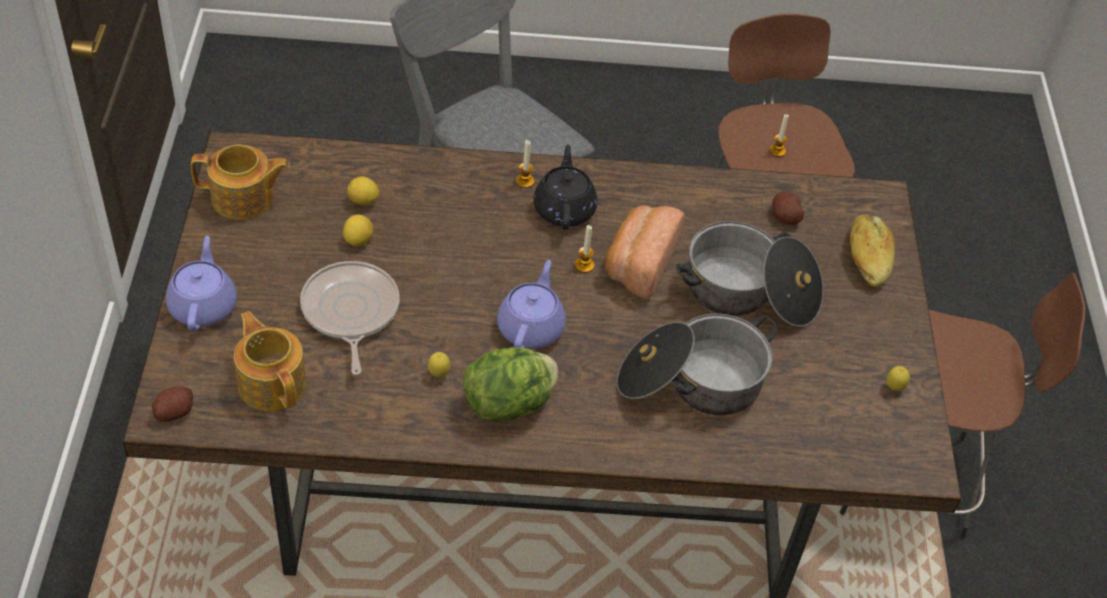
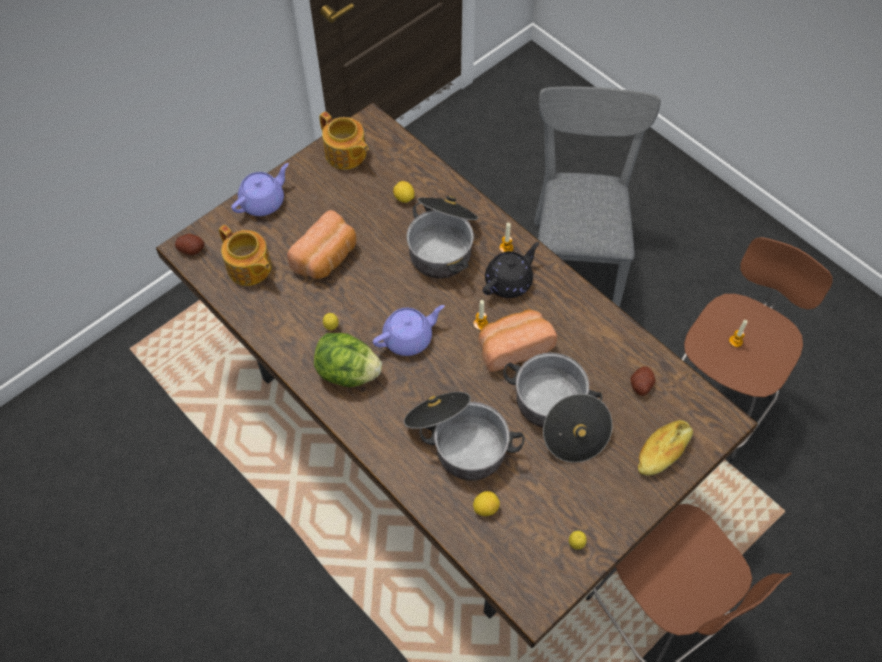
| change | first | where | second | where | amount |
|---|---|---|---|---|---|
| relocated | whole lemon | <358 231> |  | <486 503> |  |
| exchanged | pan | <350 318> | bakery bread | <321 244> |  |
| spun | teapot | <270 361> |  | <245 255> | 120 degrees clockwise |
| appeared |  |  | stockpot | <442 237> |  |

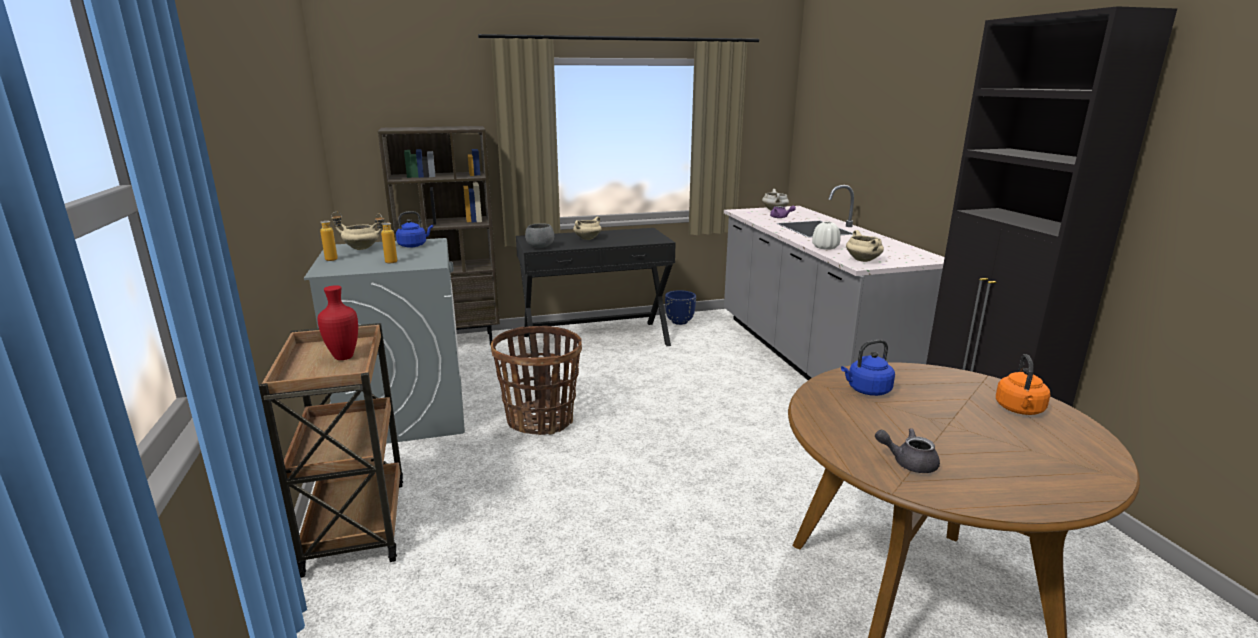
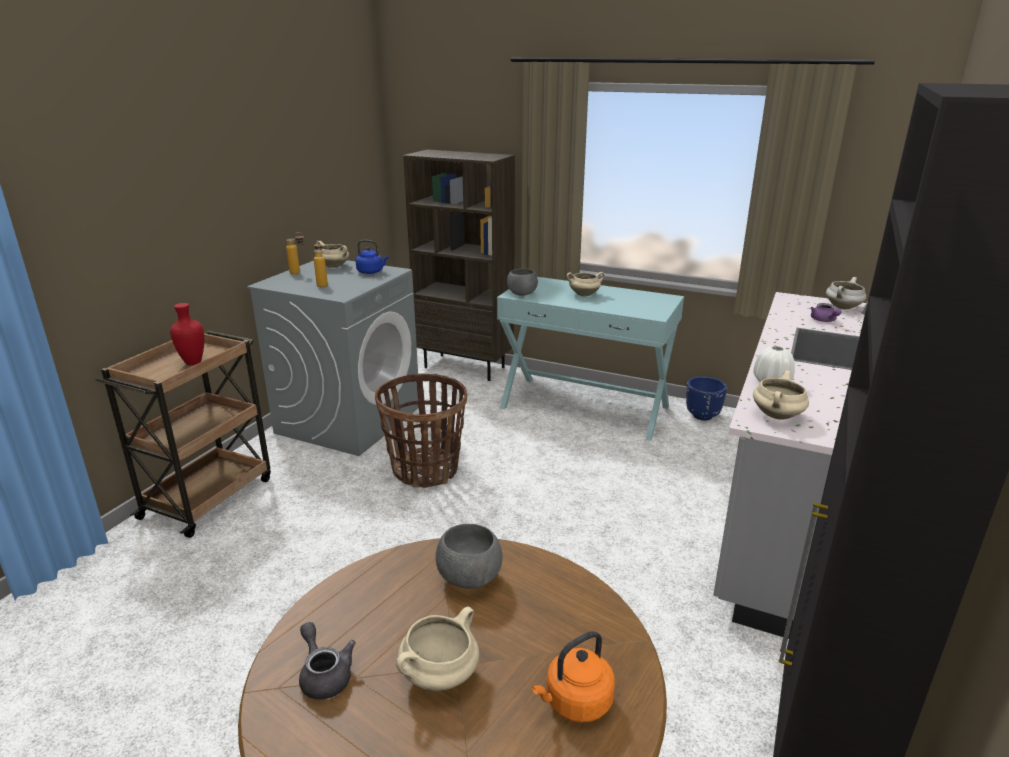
| change | first | where | second | where | amount |
|---|---|---|---|---|---|
| colour | narrow table (blackish) | <596 293> | narrow table (turquoise) | <590 359> |  |
| exchanged | water kettle (blue) | <868 368> | deep dish (grey) | <468 556> |  |
| appeared |  |  | stockpot (sand-coloured) | <437 648> |  |

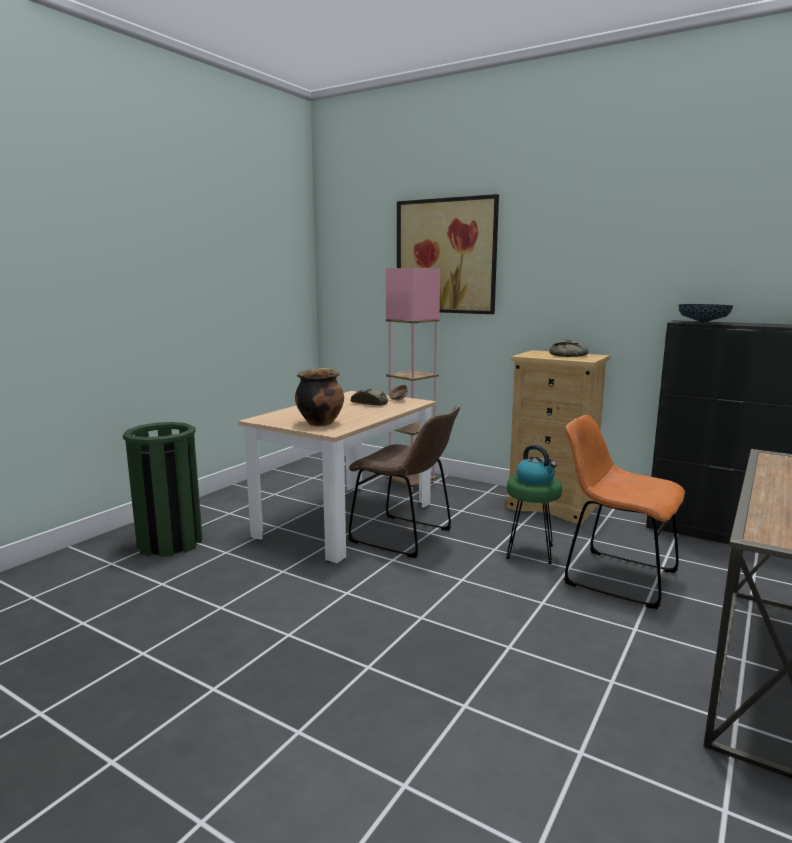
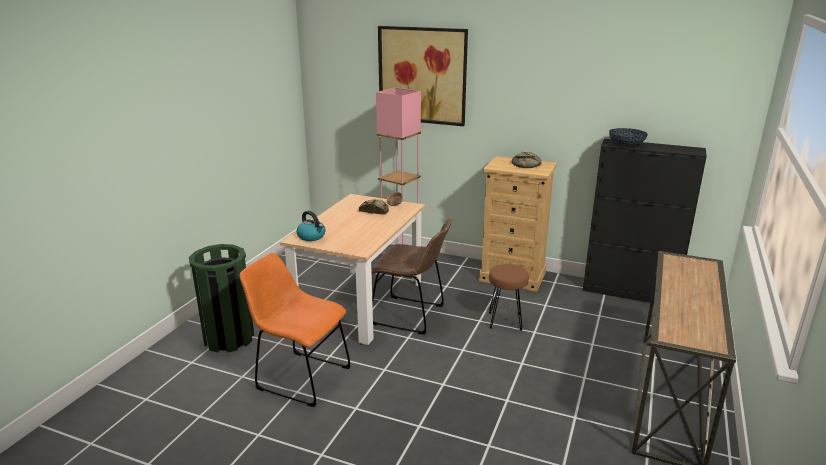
| change | first | where | second | where | amount |
|---|---|---|---|---|---|
| missing | stockpot | <319 397> |  |  |  |
| relocated | upright chair (orange) | <624 511> |  | <294 330> |  |
| relocated | water kettle | <536 465> |  | <311 226> |  |
| colour | stool seat (green) | <534 519> | stool seat (brownish) | <509 297> |  |

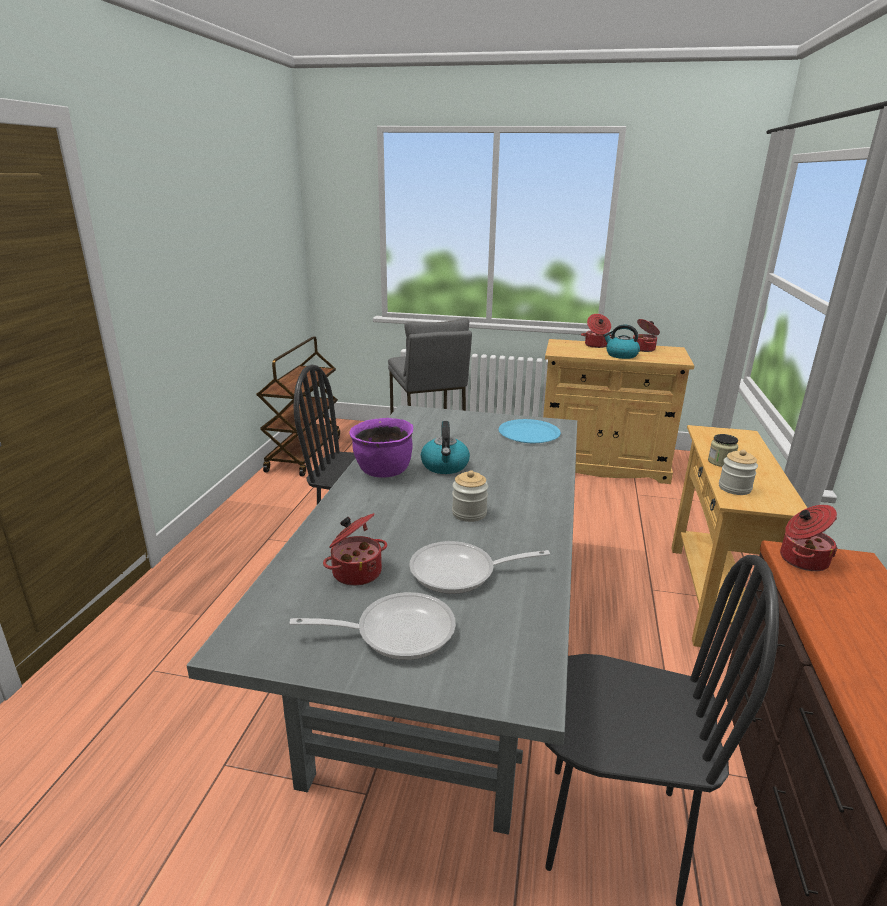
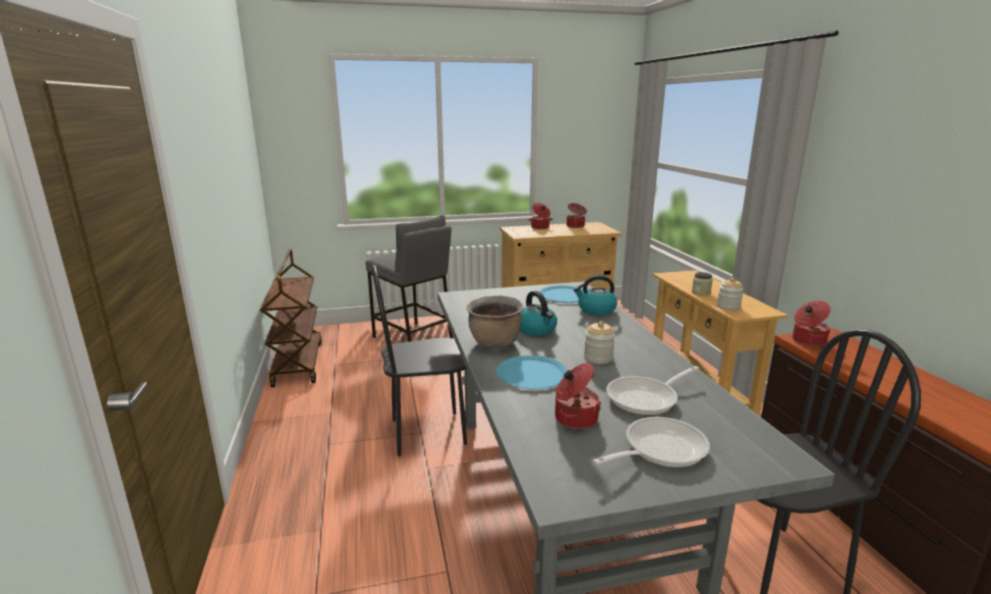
| change | first | where | second | where | amount |
|---|---|---|---|---|---|
| relocated | water kettle | <621 342> |  | <595 295> |  |
| colour | stockpot (purple-coloured) | <381 447> | stockpot (brownish) | <495 322> |  |
| appeared |  |  | flat dish (blue) | <531 372> |  |

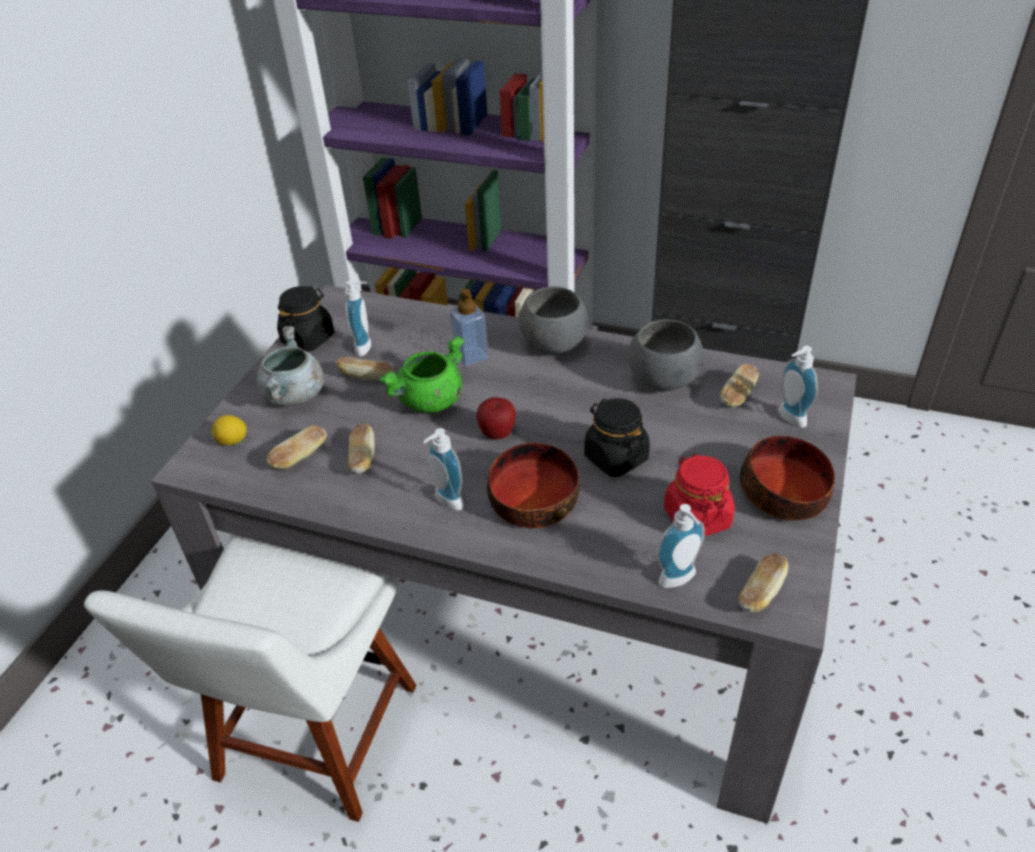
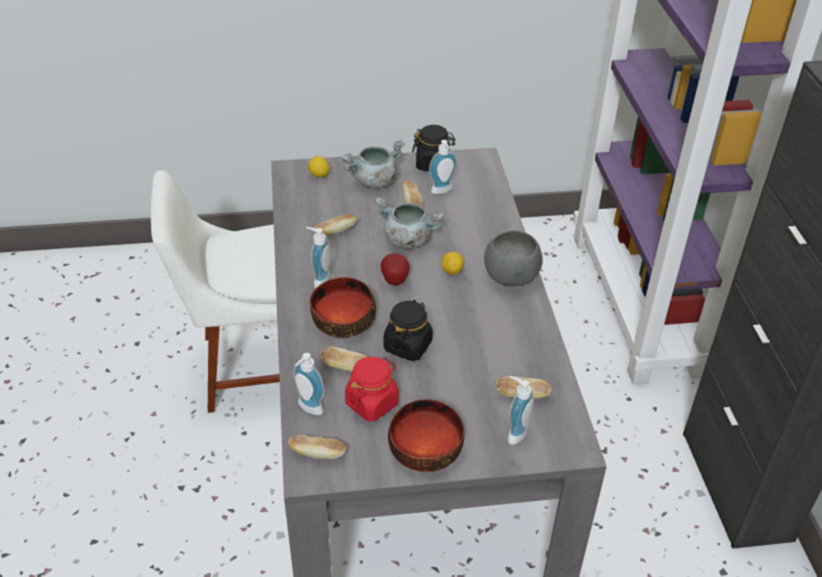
| change | first | where | second | where | amount |
|---|---|---|---|---|---|
| missing | liquid soap bottle | <469 327> |  |  |  |
| missing | deep dish (grey) | <666 355> |  |  |  |
| colour | stockpot (green) | <421 374> | stockpot (grey) | <409 223> |  |
| relocated | bakery bread | <297 447> |  | <344 359> |  |
| appeared |  |  | whole lemon | <452 263> |  |

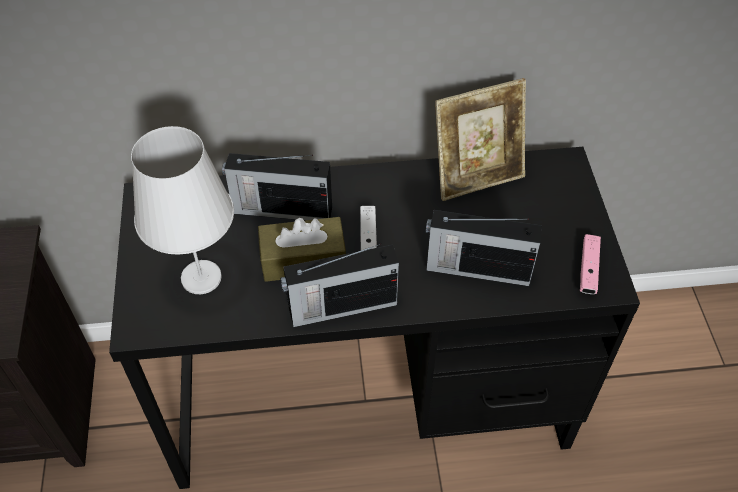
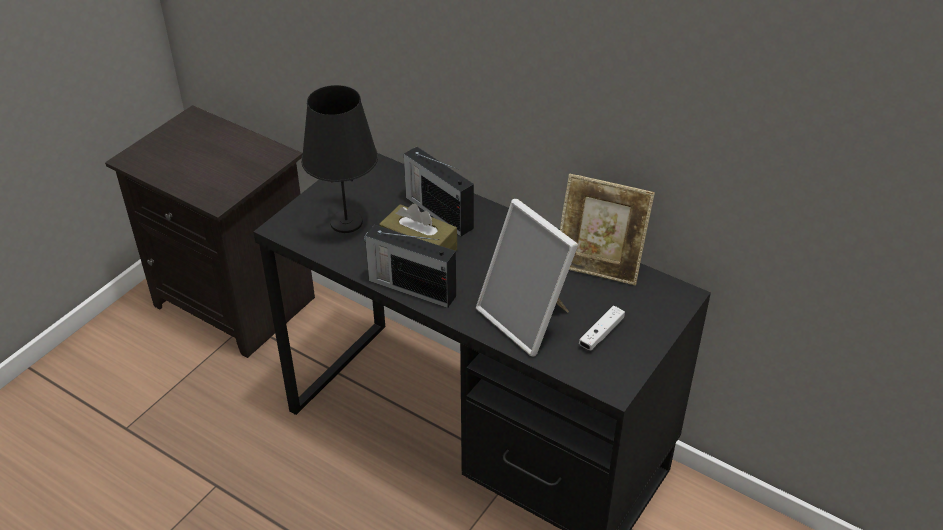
| change | first | where | second | where | amount |
|---|---|---|---|---|---|
| colour | tabletop lamp (white) | <182 210> | tabletop lamp (blackish) | <339 159> |  |
| relocated | gamepad (white) | <368 228> |  | <602 328> |  |
| exchanged | radio set | <484 248> | picture frame | <527 277> |  |
| missing | gamepad (pink) | <590 264> |  |  |  |

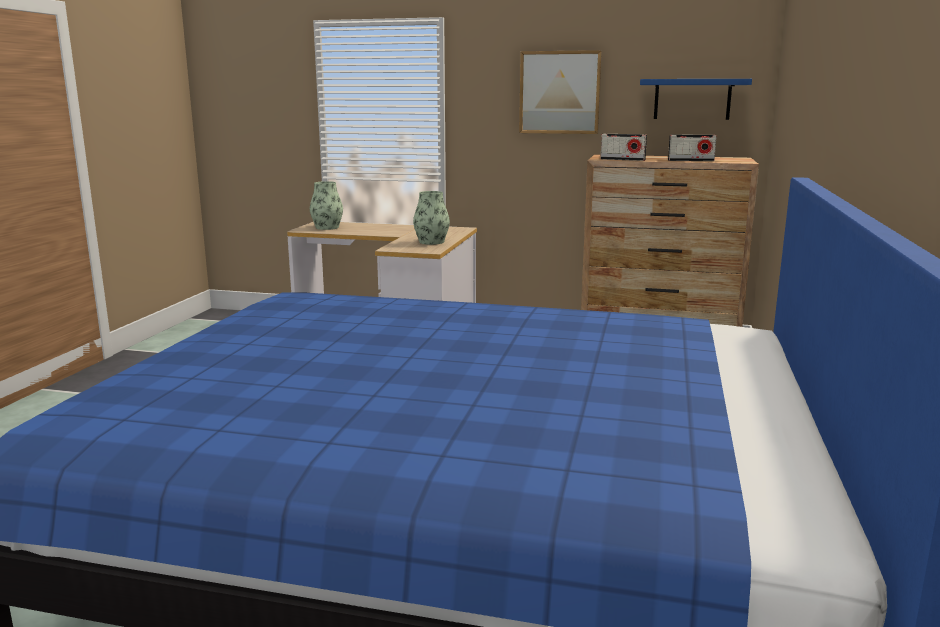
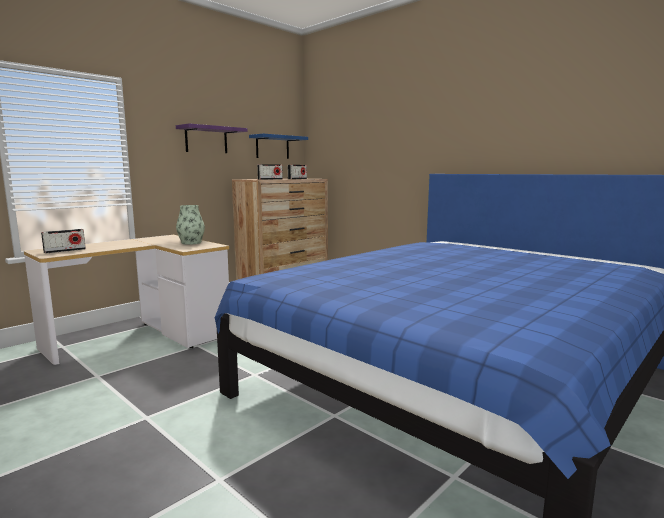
| change | first | where | second | where | amount |
|---|---|---|---|---|---|
| exchanged | wall art | <560 92> | wall shelf (purple-coloured) | <212 138> |  |
| exchanged | vase | <326 205> | radio set | <63 241> |  |

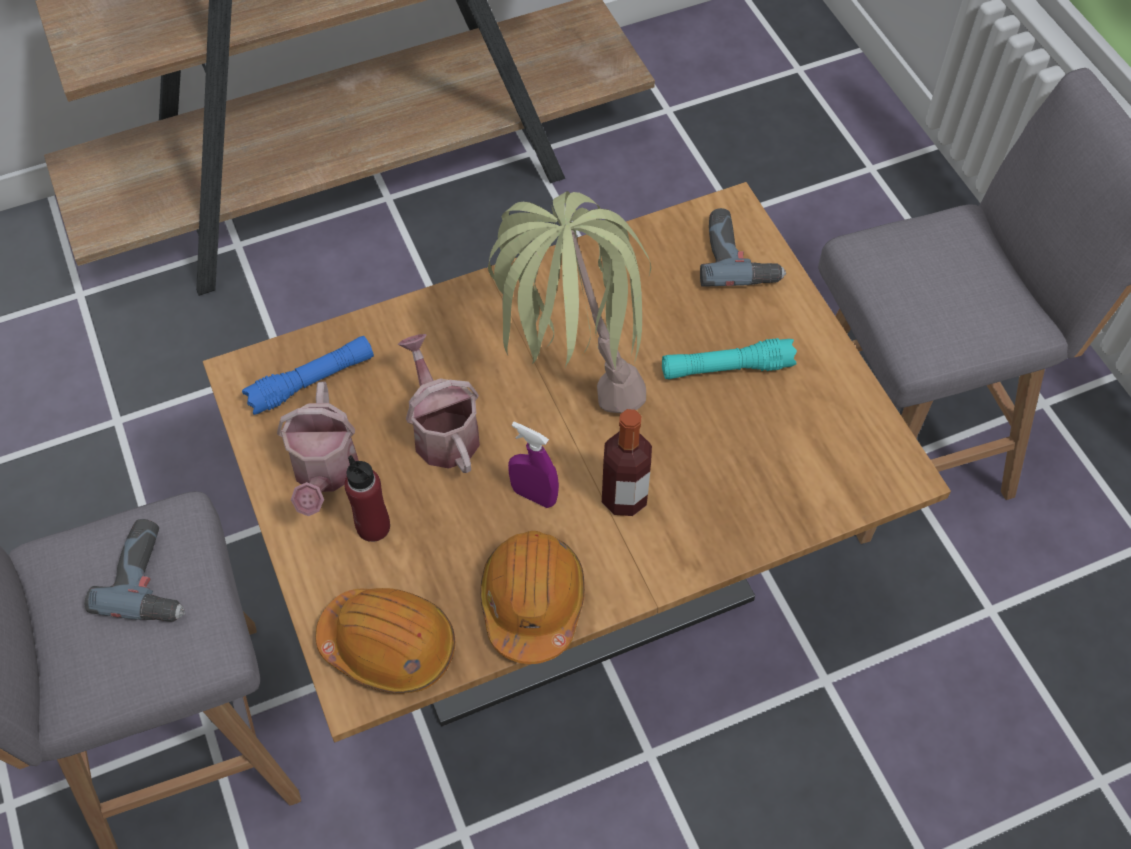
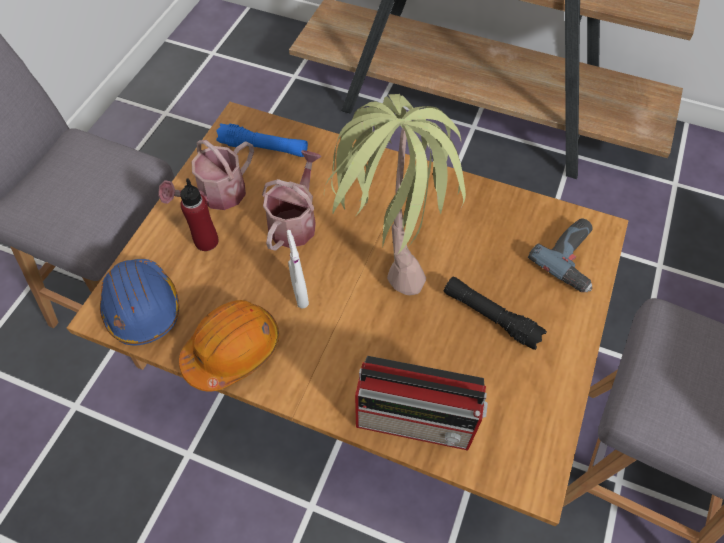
| change | first | where | second | where | amount |
|---|---|---|---|---|---|
| colour | flashlight (turquoise) | <729 358> | flashlight (blackish) | <495 313> |  |
| missing | drink bottle | <627 462> |  |  |  |
| colour | sprayer (purple-coloured) | <533 465> | sprayer (white) | <298 269> |  |
| missing | power drill | <135 570> |  |  |  |
| colour | hard hat (orange) | <385 641> | hard hat (blue) | <139 302> |  |
| appeared |  |  | radio set | <421 403> |  |

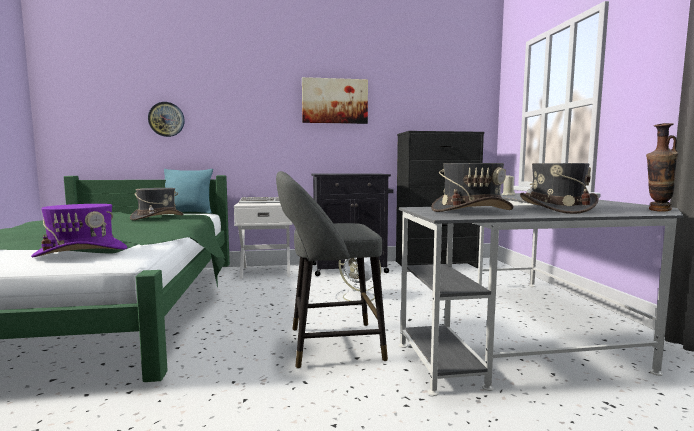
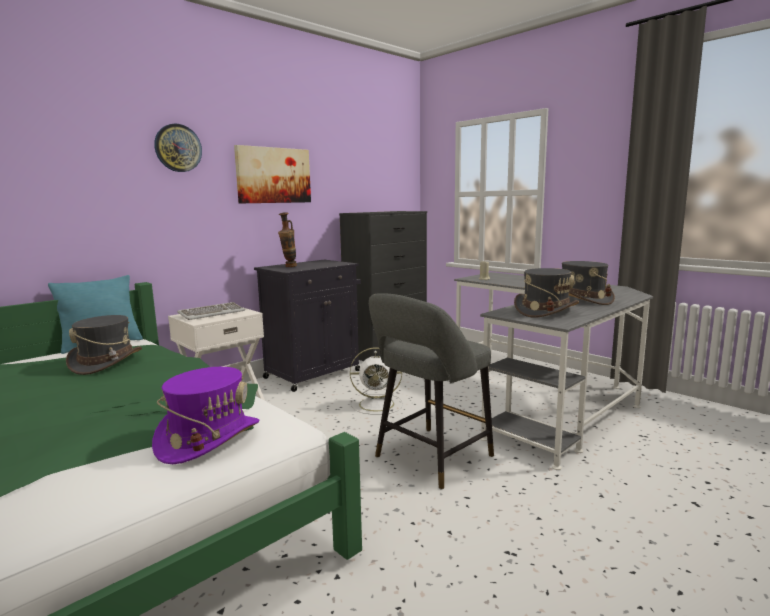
| change | first | where | second | where | amount |
|---|---|---|---|---|---|
| relocated | clock on the wall | <166 119> |  | <178 148> |  |
| relocated | vase | <662 167> |  | <287 239> |  |

